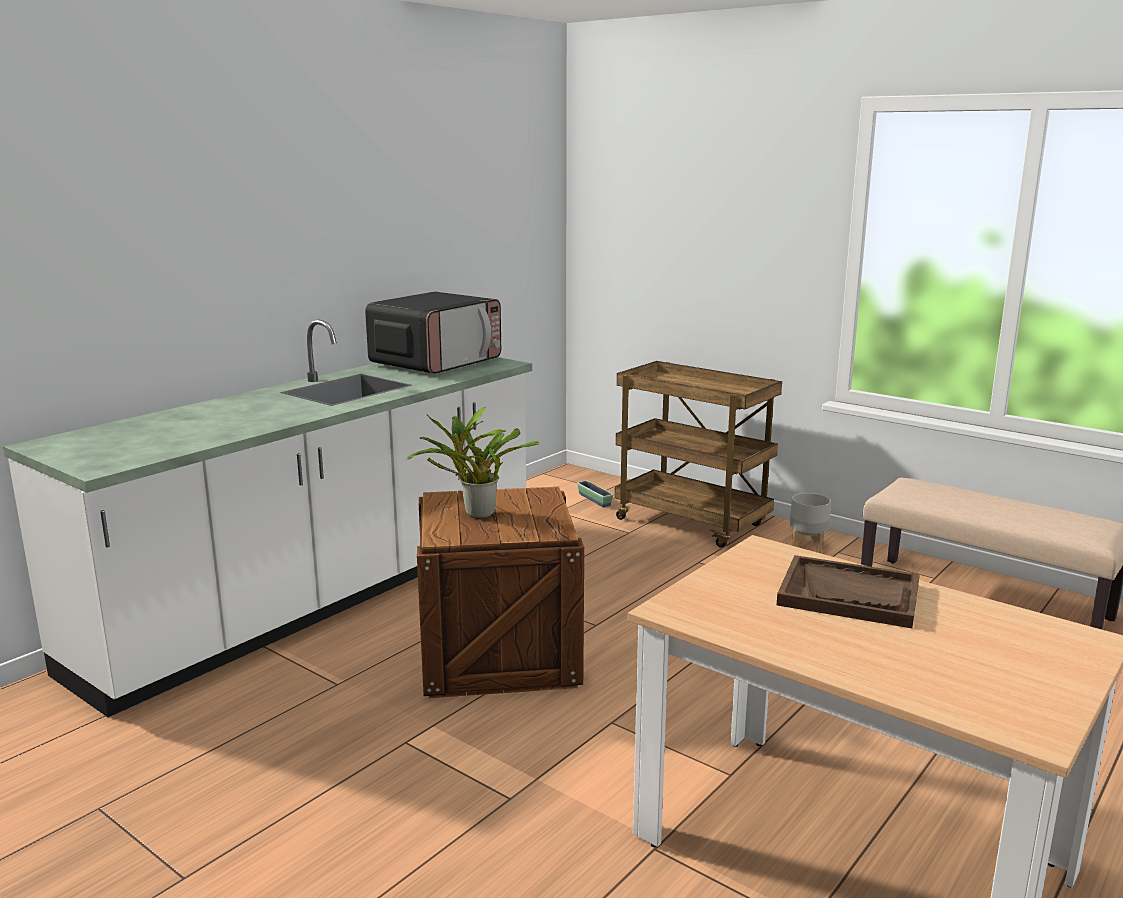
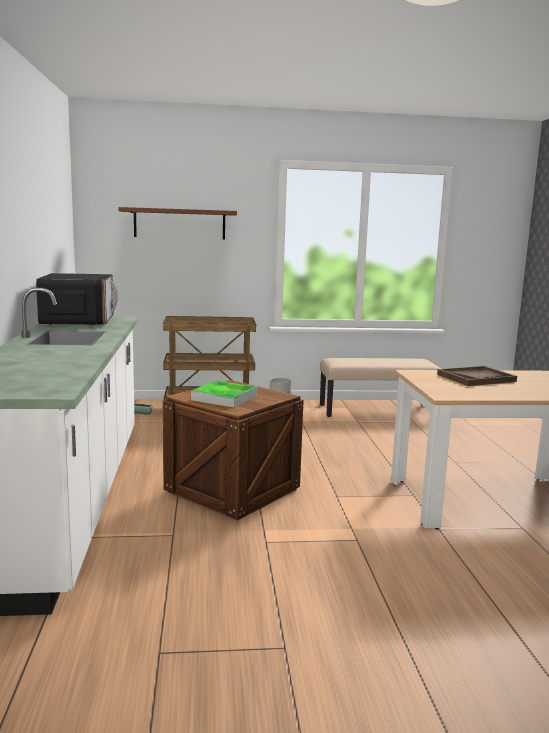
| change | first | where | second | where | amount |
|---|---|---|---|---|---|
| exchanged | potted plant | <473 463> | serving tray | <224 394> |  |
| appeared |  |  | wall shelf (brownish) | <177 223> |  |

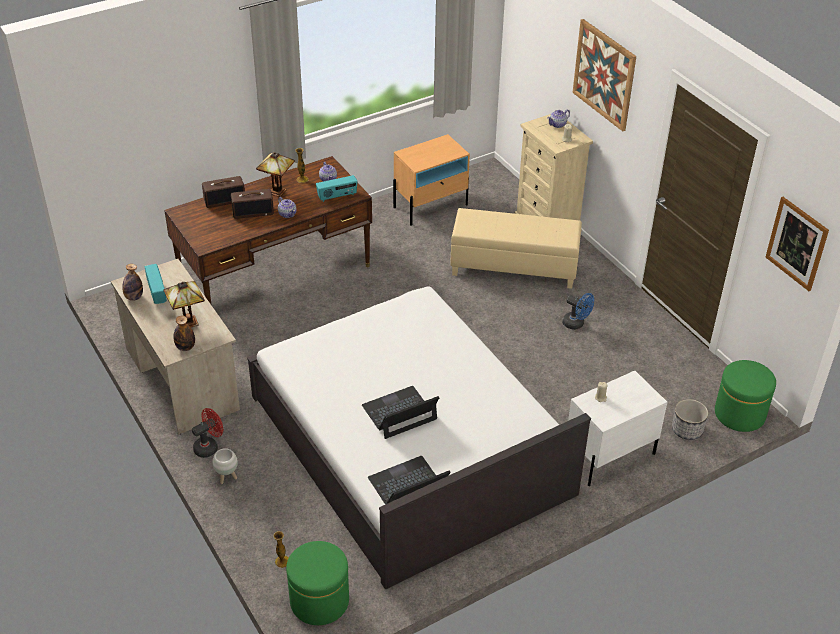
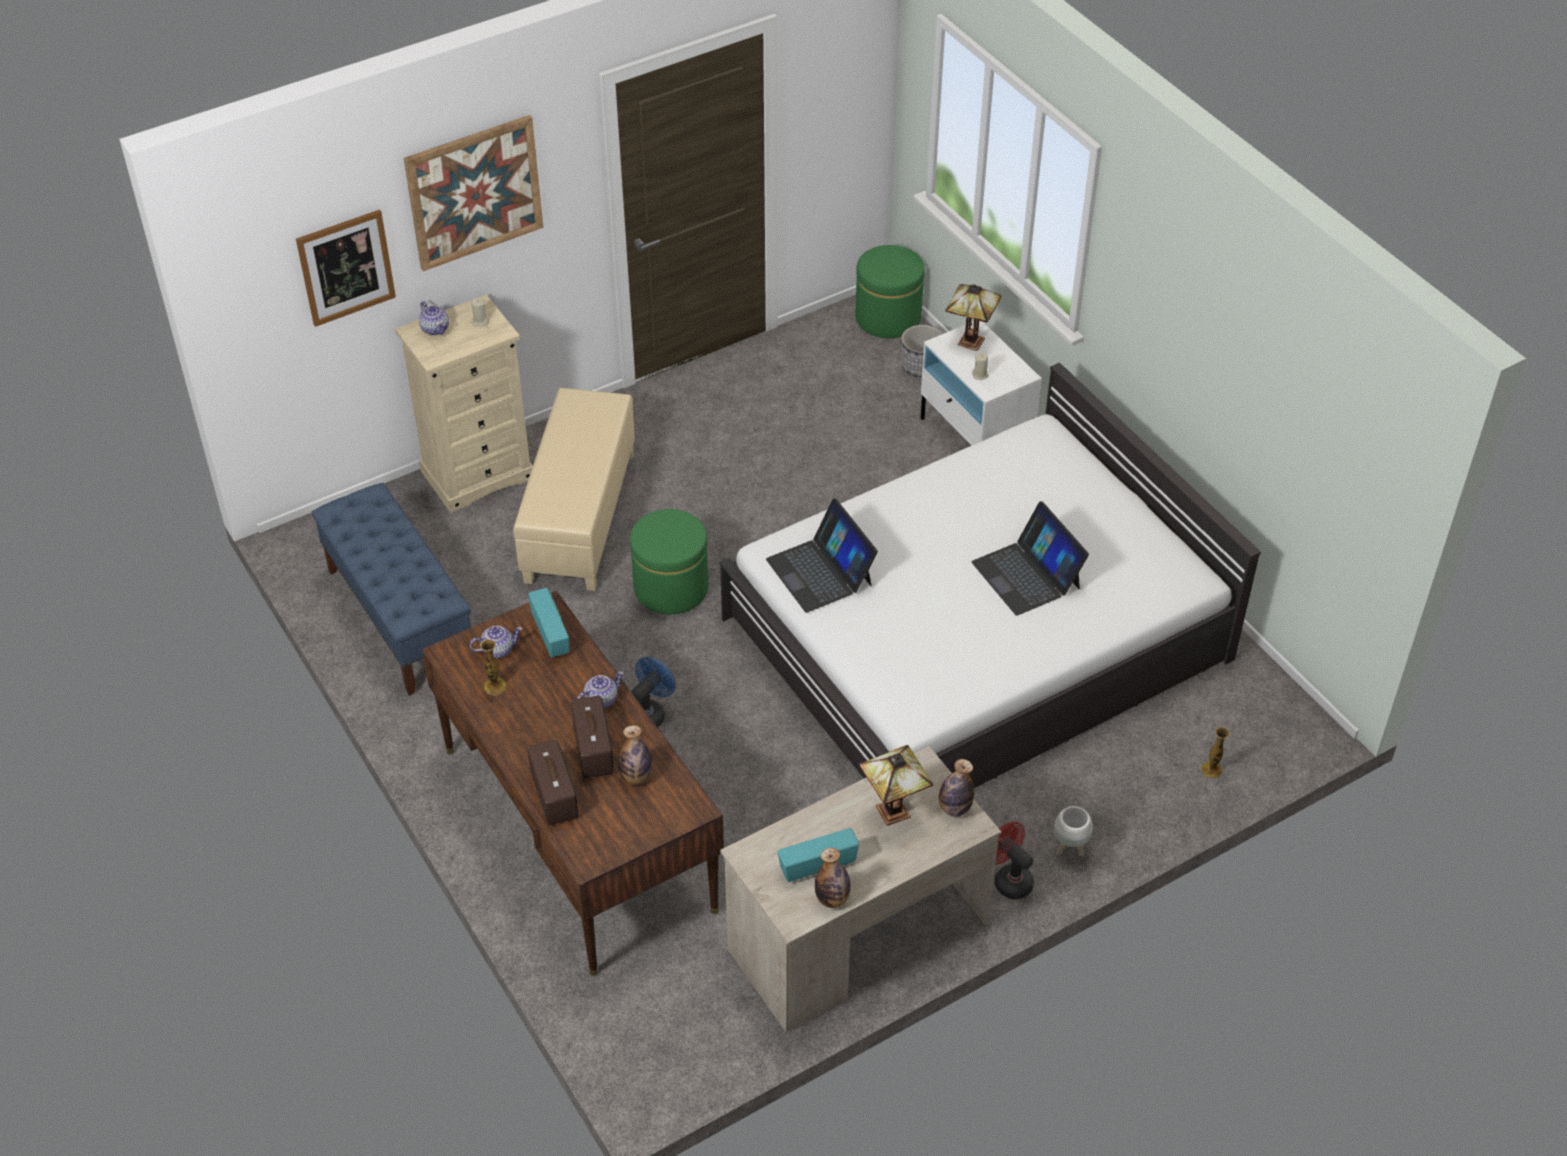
| change | first | where | second | where | amount |
|---|---|---|---|---|---|
| exchanged | night table (sand-coloured) | <431 179> | bench (blue) | <391 589> |  |
| relocated | tabletop lamp | <275 174> |  | <973 317> |  |
| relocated | wall art | <797 244> |  | <346 268> |  |
| relocated | electric fan (blue) | <578 311> |  | <653 692> |  |
| relocated | laptop | <409 480> |  | <822 556> |  |
| relocated | ottoman (green) | <317 583> |  | <669 561> |  |
| appeared |  |  | drink bottle | <635 755> |  |

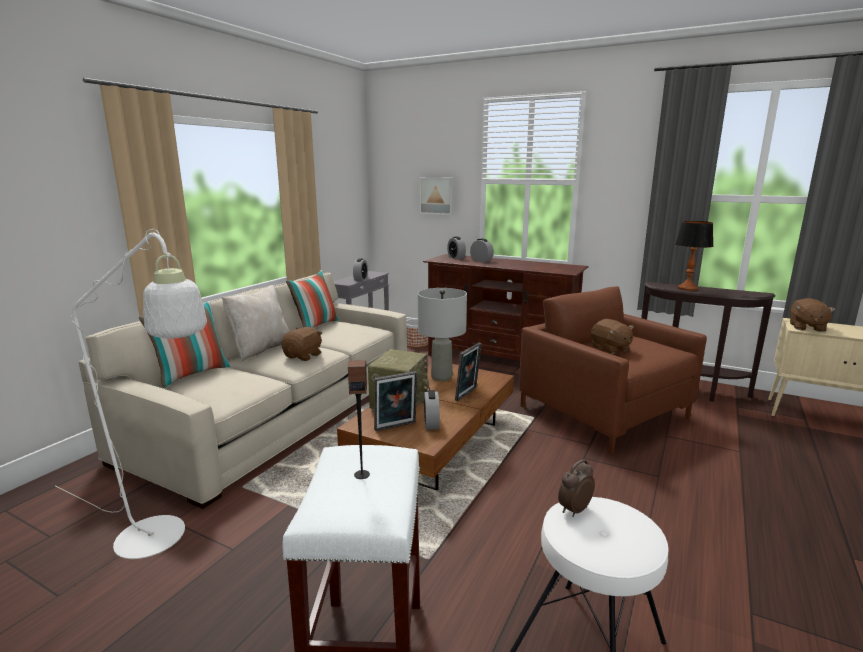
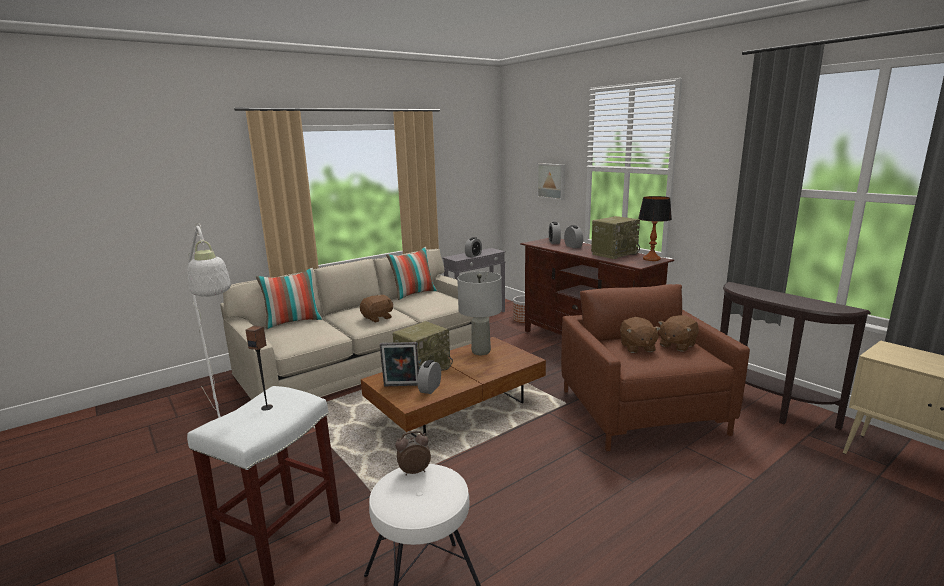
| change | first | where | second | where | amount |
|---|---|---|---|---|---|
| relocated | tabletop lamp | <694 256> |  | <655 228> |  |
| missing | pillow (sand-coloured) | <255 323> |  |  |  |
| relocated | cuddly toy (brownish) | <813 315> |  | <678 333> |  |
| missing | picture frame | <468 372> |  |  |  |
| appeared |  |  | radio set | <615 237> |  |

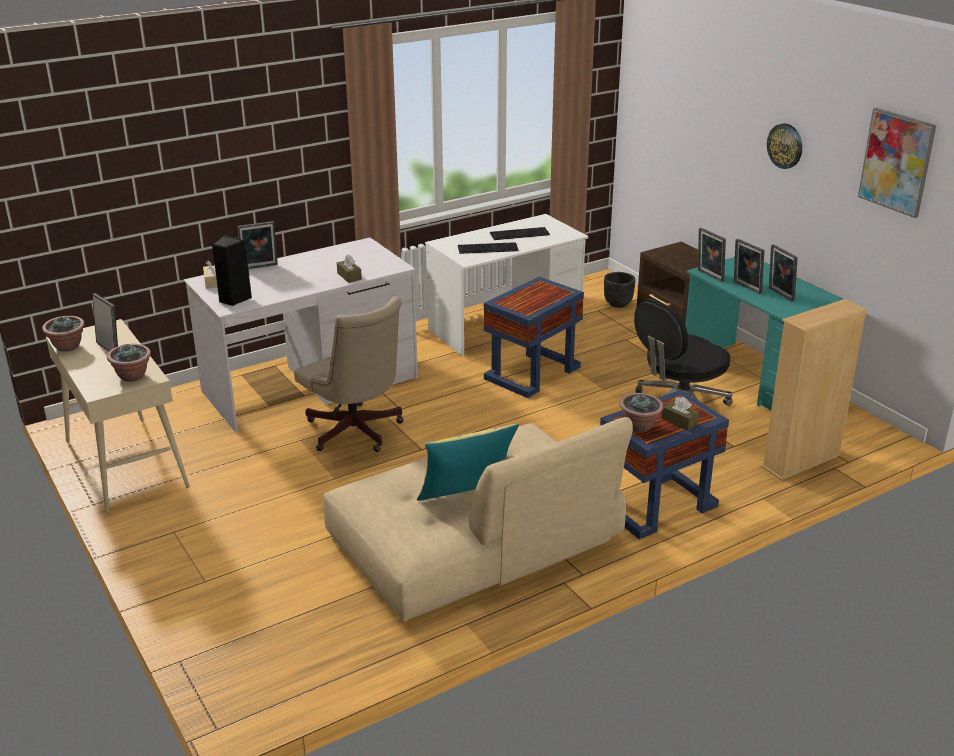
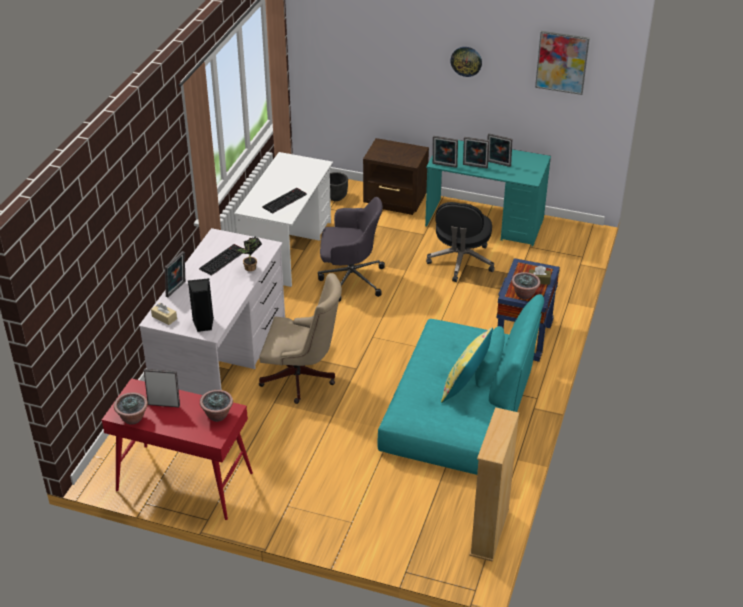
| change | first | where | second | where | amount |
|---|---|---|---|---|---|
| relocated | keyboard | <520 233> |  | <221 260> |  |
| exchanged | tissue holder (brownish) | <349 269> | potted plant | <248 254> |  |
| exchanged | side table (blue) | <534 337> | computer chair (grey) | <351 249> |  |
| relocated | bookshelf (sand-coloured) | <814 389> |  | <494 484> |  |
| colour | narrow table (sand-coloured) | <118 416> | narrow table (red-coloured) | <177 449> |  |
| colour | couch (sand-coloured) | <478 520> | couch (turquoise) | <461 384> |  |

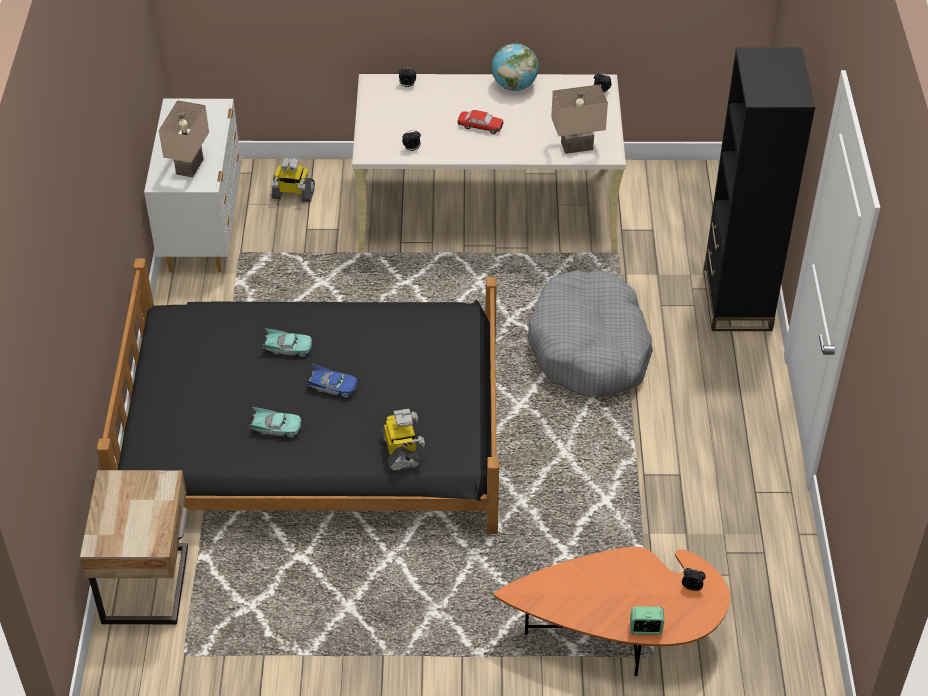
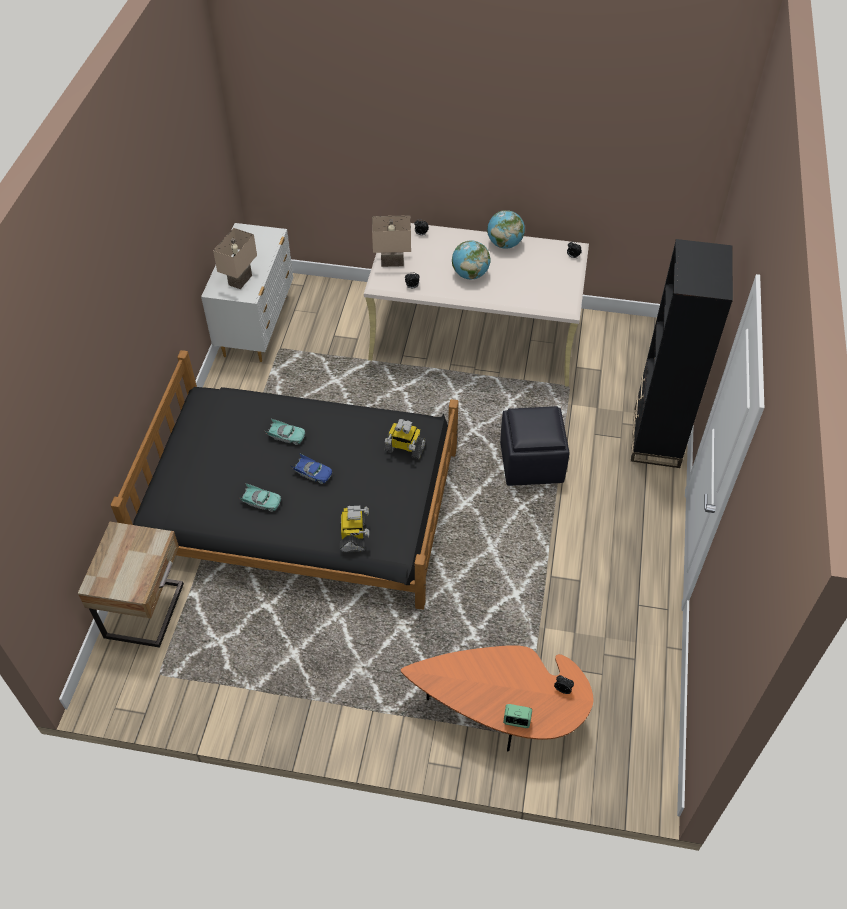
| change | first | where | second | where | amount |
|---|---|---|---|---|---|
| relocated | tabletop lamp (sand-coloured) | <579 119> |  | <391 241> |  |
| exchanged | miniature car | <480 122> | desk globe | <471 259> |  |
| relocated | robot figure | <293 180> |  | <405 439> |  |
| exchanged | dog cushion (grey) | <590 333> | ottoman (blackish) | <534 446> |  |

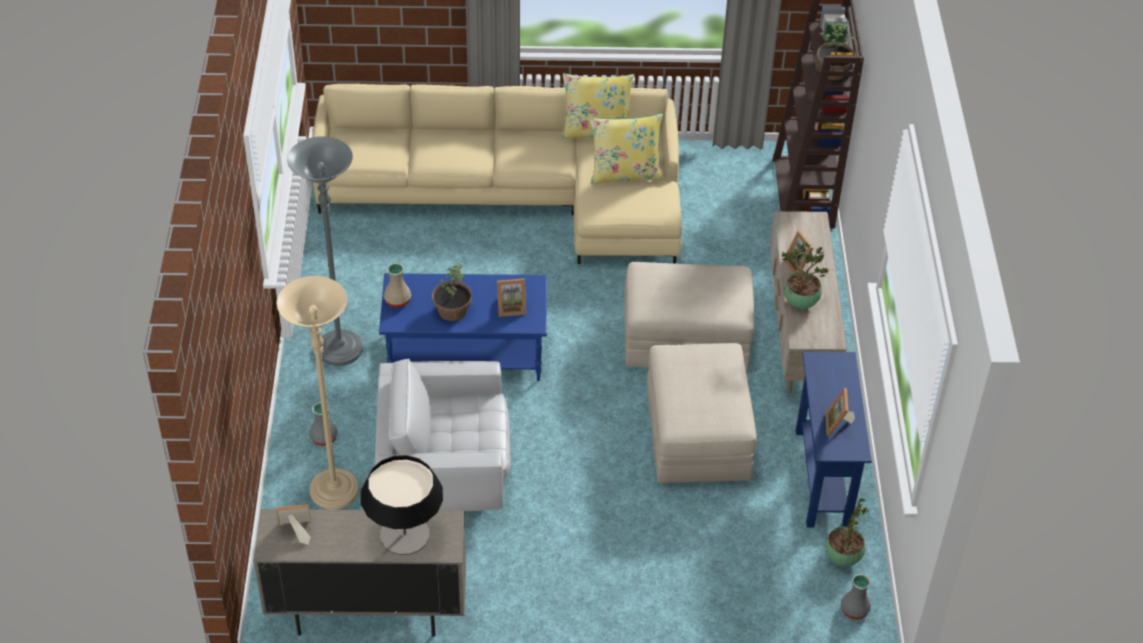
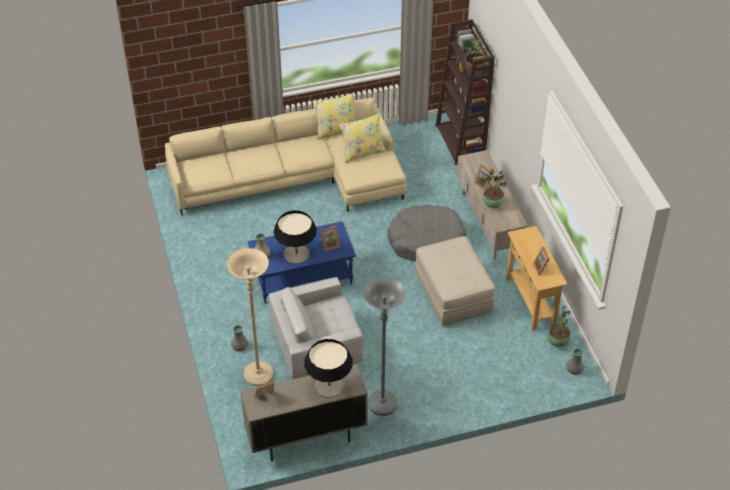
| change | first | where | second | where | amount |
|---|---|---|---|---|---|
| relocated | floor lamp (grey) | <325 251> |  | <384 346> |  |
| exchanged | ottoman (sand-coloured) | <689 316> | dog cushion (grey) | <426 233> |  |
| exchanged | potted plant | <452 292> | tabletop lamp | <295 237> |  |
| colour | narrow table (blue) | <834 440> | narrow table (sand-coloured) | <536 278> |  |

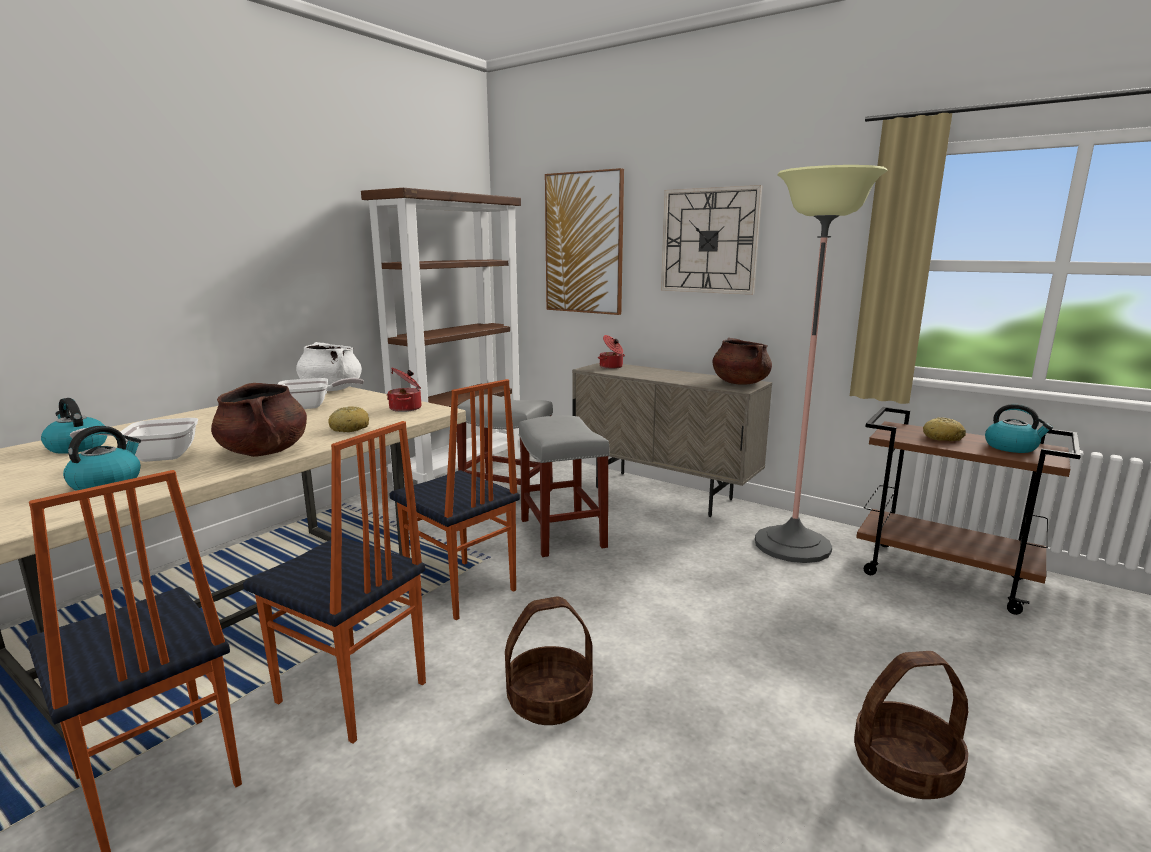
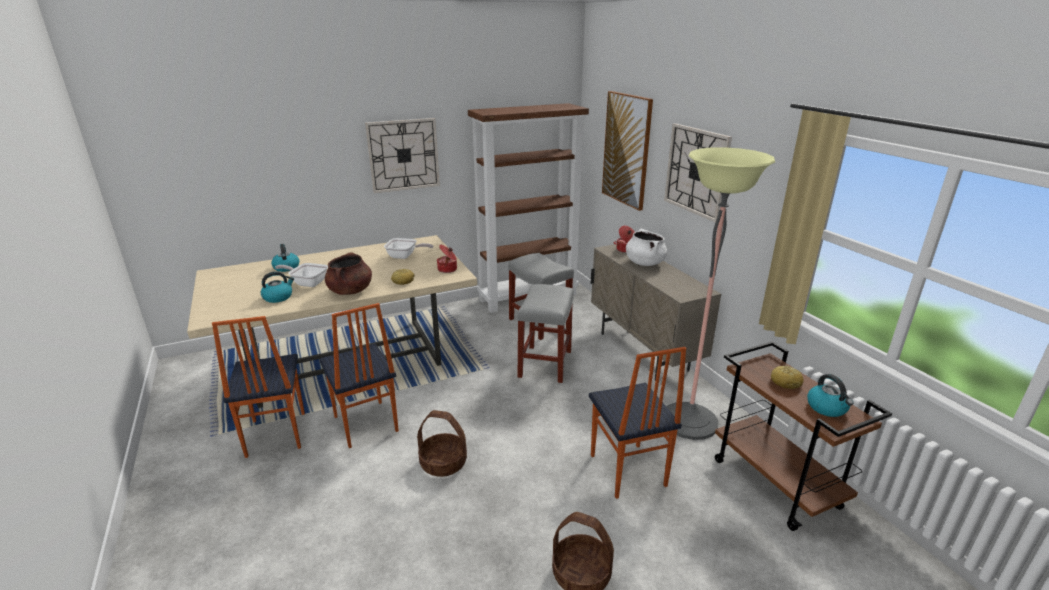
| change | first | where | second | where | amount |
|---|---|---|---|---|---|
| missing | stockpot (brownish) | <742 361> |  |  |  |
| relocated | stockpot (white) | <329 366> |  | <646 247> |  |
| relocated | upright chair | <454 499> |  | <637 423> |  |
| appeared |  |  | clock on the wall | <402 155> |  |

